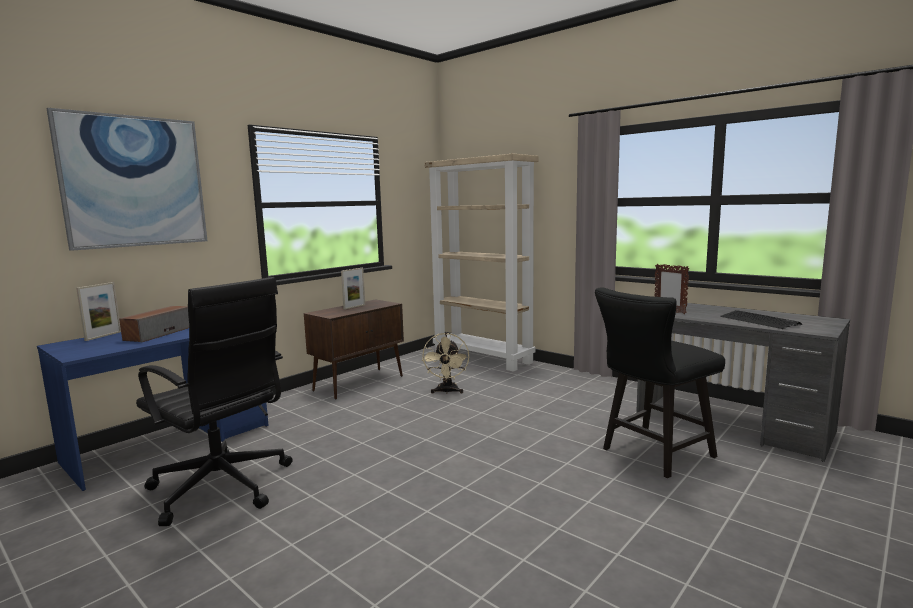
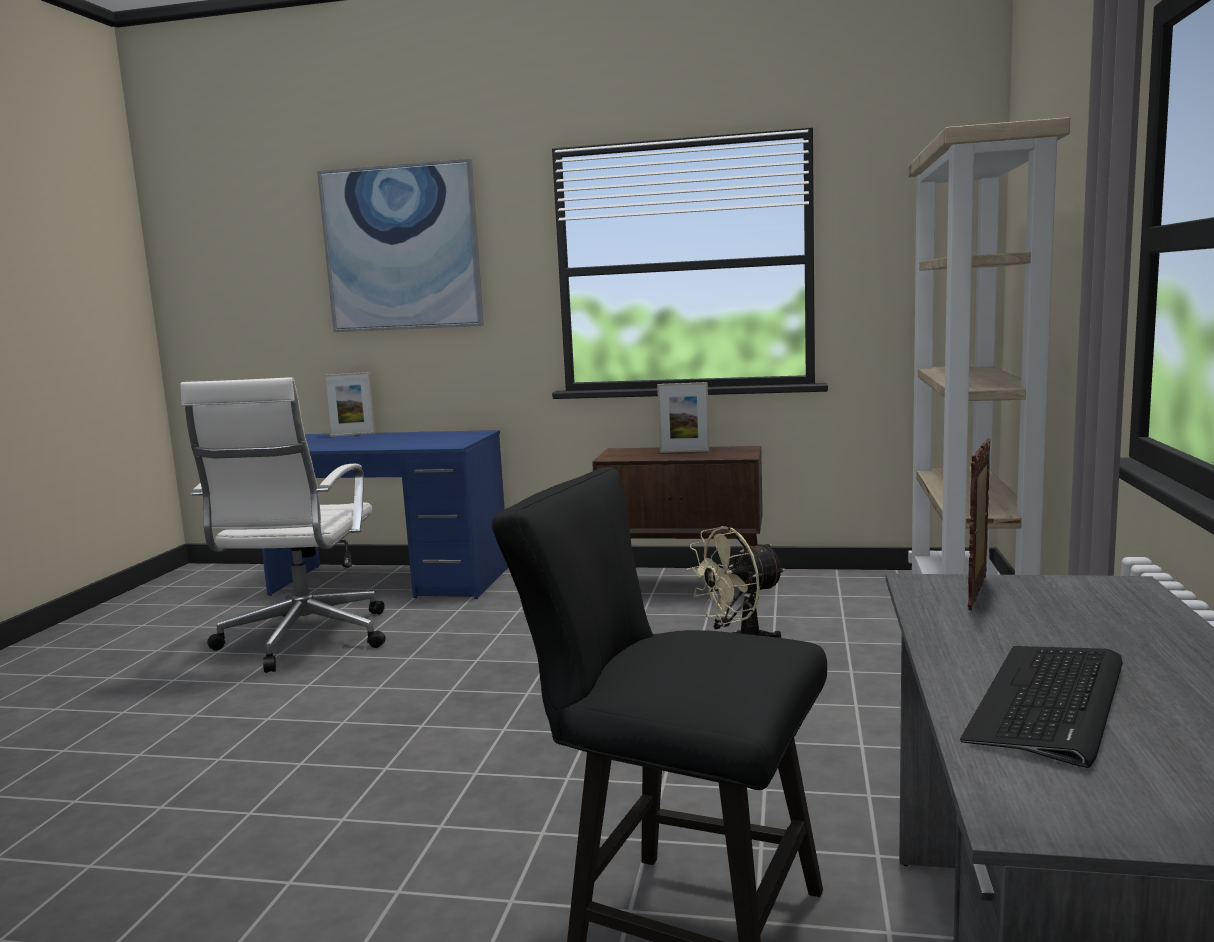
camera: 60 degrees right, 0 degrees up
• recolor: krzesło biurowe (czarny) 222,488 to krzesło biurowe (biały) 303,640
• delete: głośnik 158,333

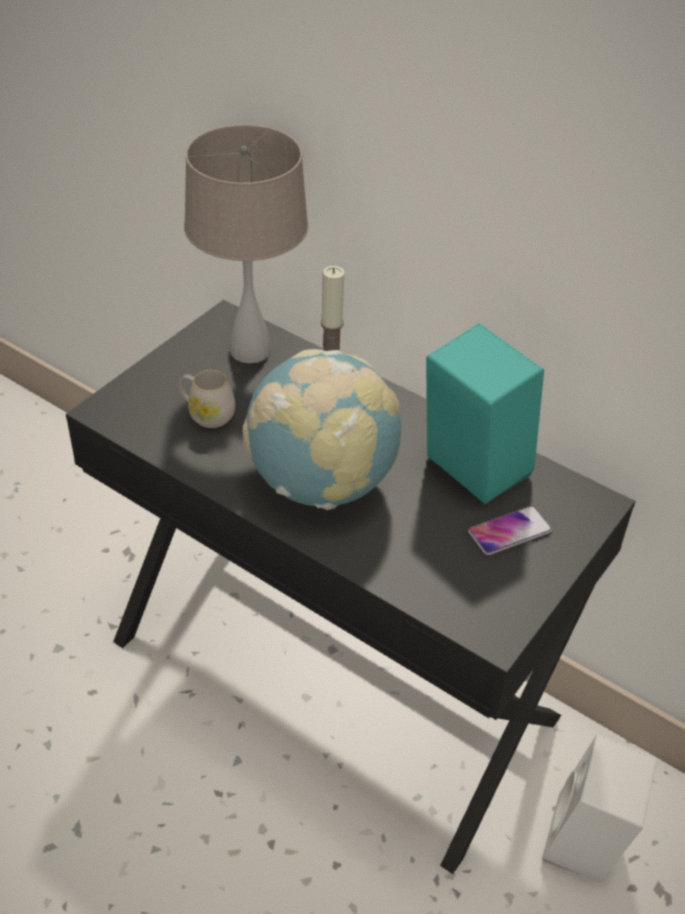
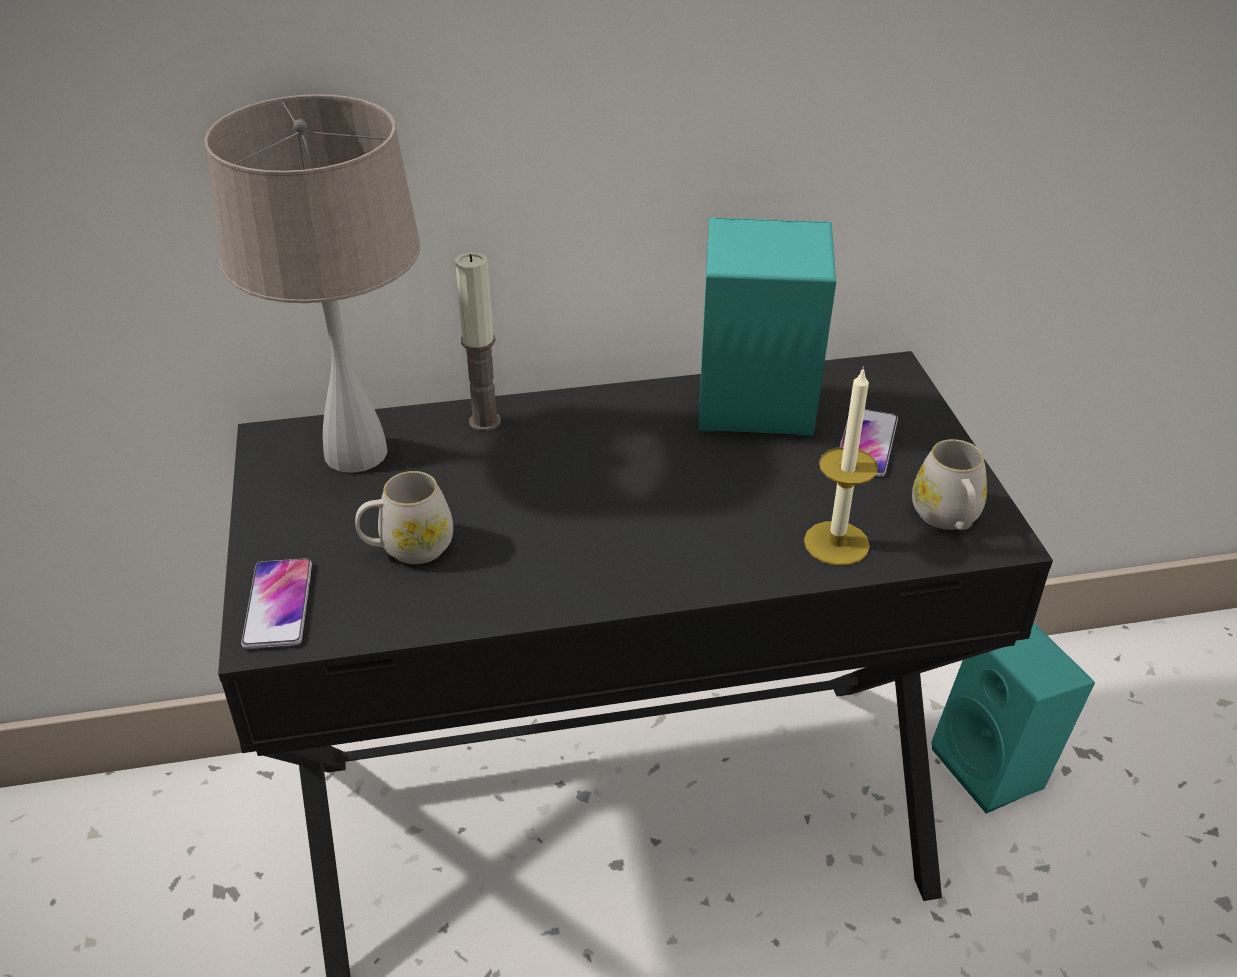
camera: 45 degrees left, 5 degrees down
• delete: globus 321,484
• recolor: głośnik (biały) 587,845 to głośnik (turkusowy) 997,767
• insert: świeca 836,543
• insert: kubek (biały) 948,518
• insert: telefon 278,604

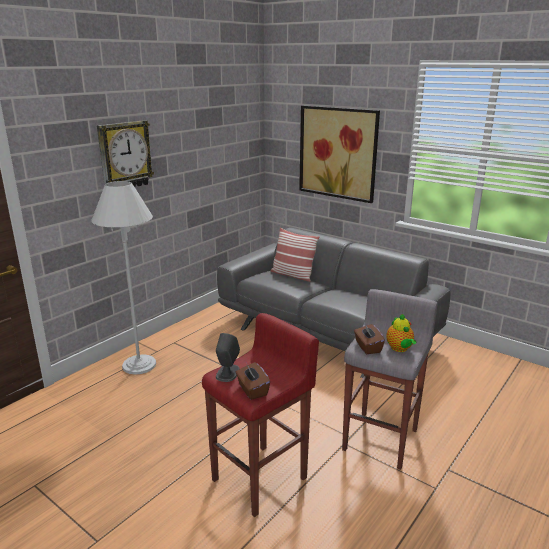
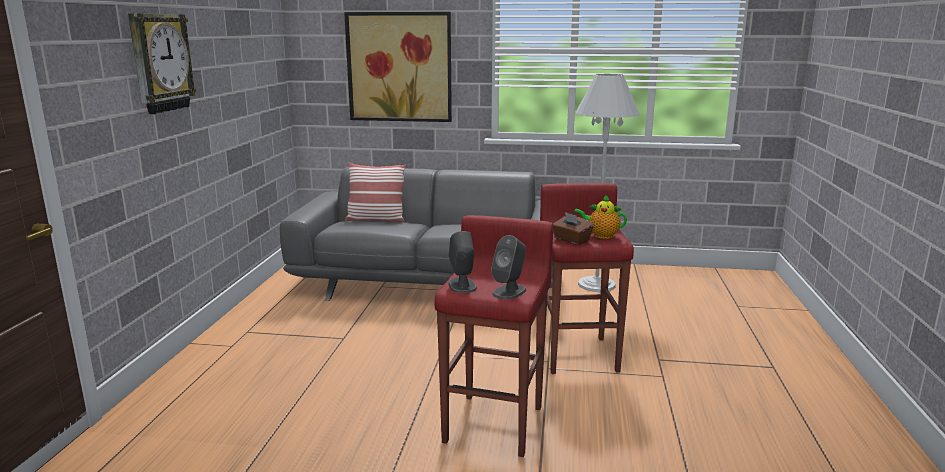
camera: 30 degrees left, 5 degrees down
• move: lampa stojąca (biały) 139,365 to 596,285
• recolor: stołek (szary) 382,439 to stołek (czerwony) 579,354
• rotate: imbryk 400,349 = 601,235 150 degrees clockwise
• replace: pudełko chusteczek (brązowy) 252,390 to głośnik (szary) 509,292

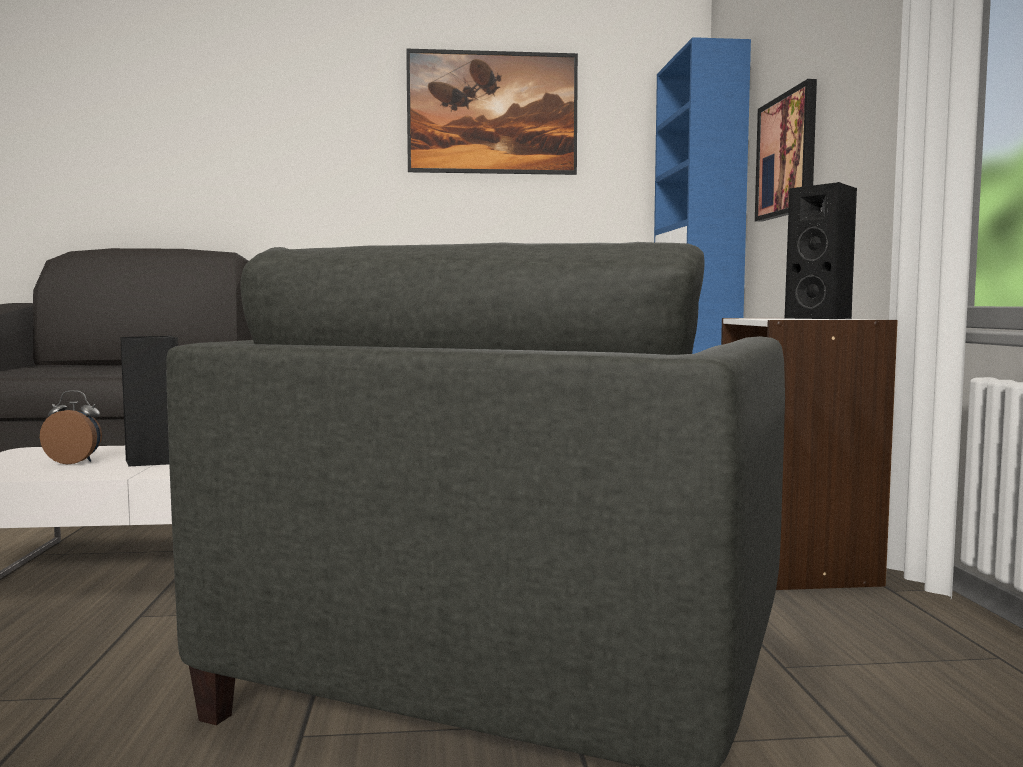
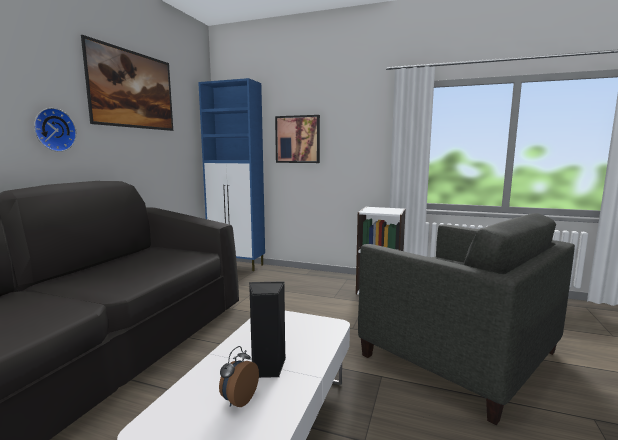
camera: 65 degrees left, 5 degrees up
• delete: głośnik (czarny) 822,318
• insert: zegar ścienny 53,130

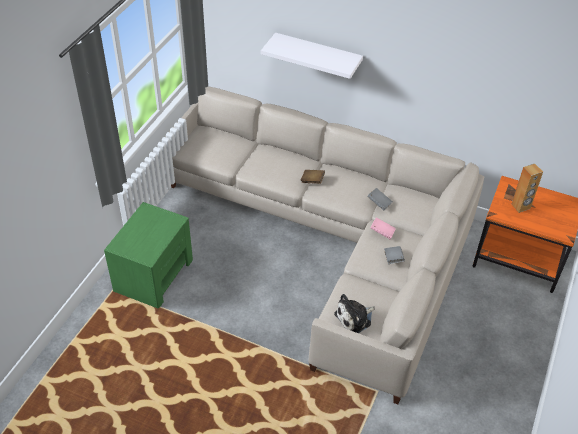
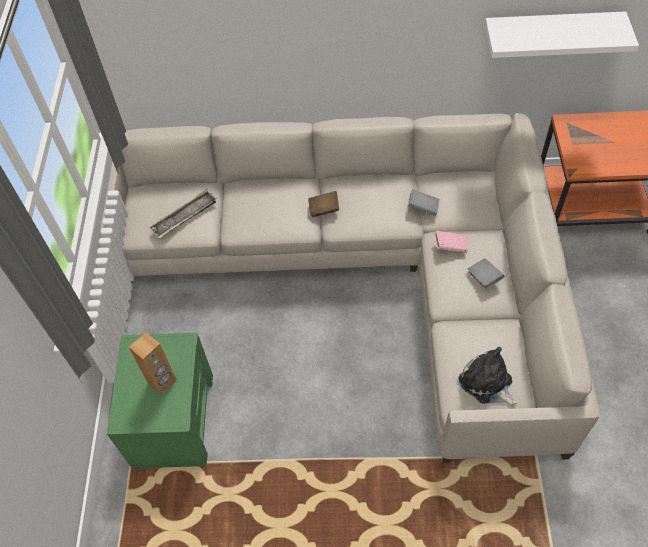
camera: 20 degrees left, 10 degrees up
• move: półka (biały) 317,56 to 551,32
• move: głośnik (brązowy) 521,206 to 162,382
• rotate: pluszak 355,318 = 487,383 105 degrees clockwise
• insert: taca 185,216

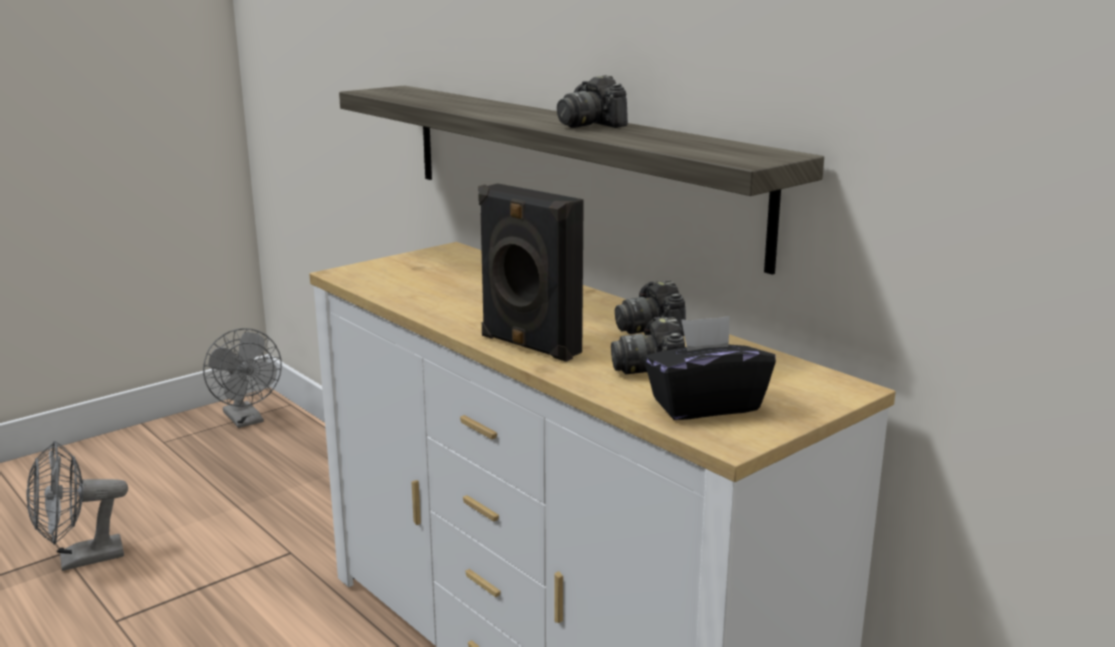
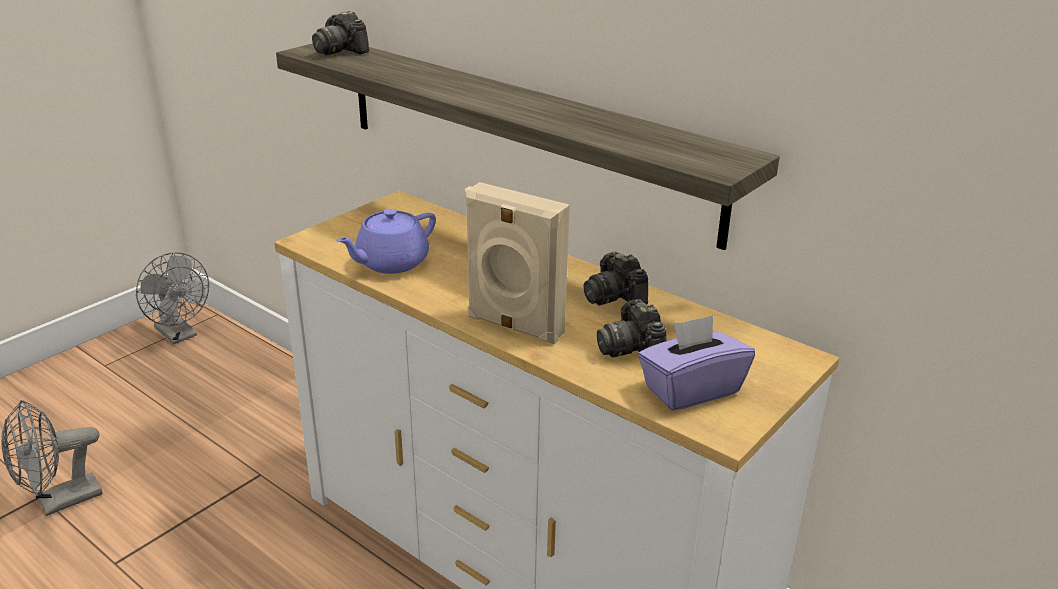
camera: 10 degrees left, 10 degrees up
• move: aparat fotograficzny 591,124 to 341,50
• recolor: głośnik (czarny) 528,345 to głośnik (beżowy) 513,326
• recolor: pudełko chusteczek (czarny) 705,405 to pudełko chusteczek (fioletowy) 691,389
• insert: imbryk (fioletowy) 391,263

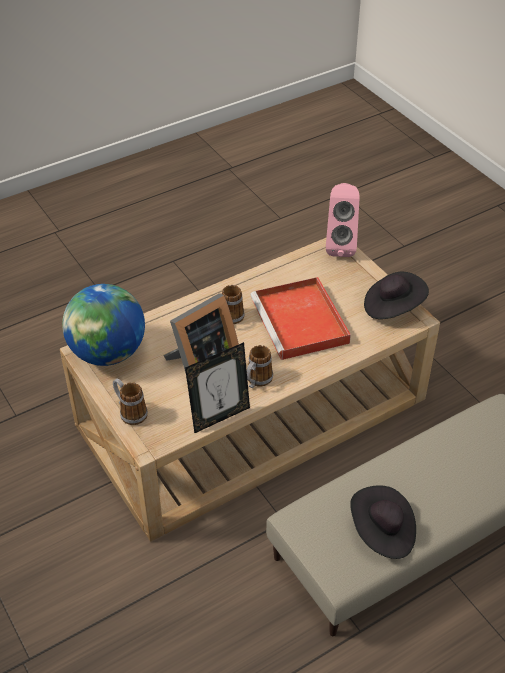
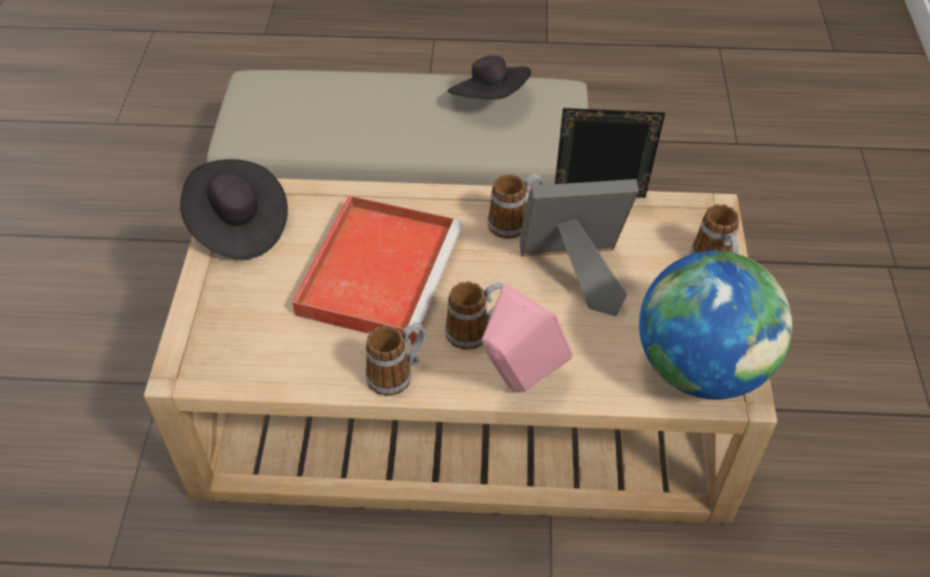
camera: 145 degrees left, 5 degrees up
• move: głośnik (różowy) 340,245 to 519,385
• insert: kubek 397,373

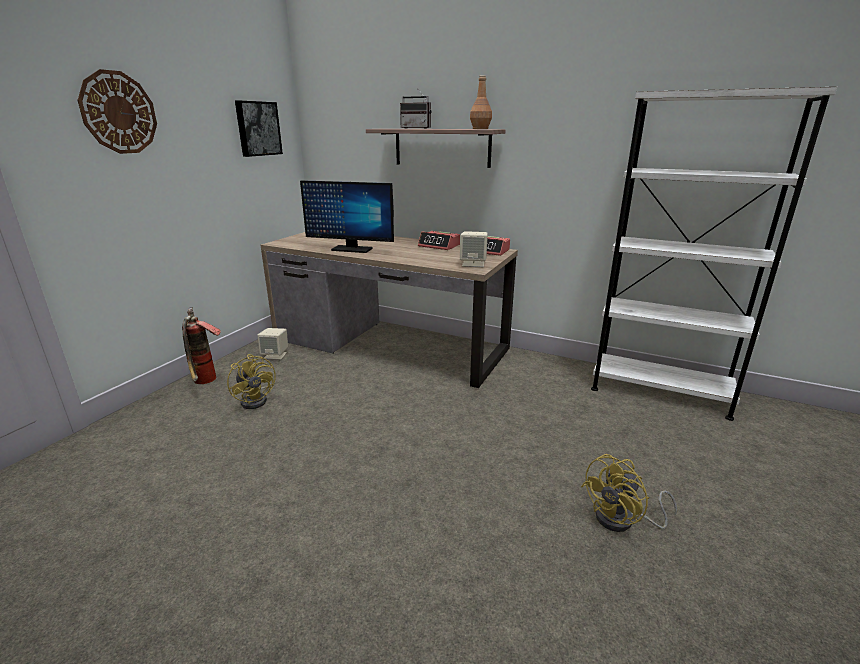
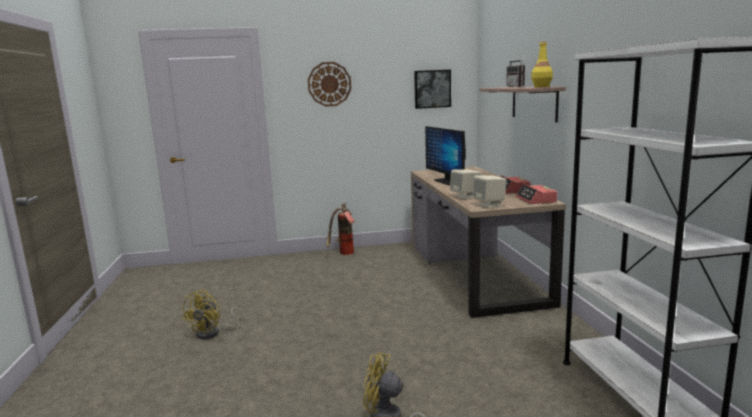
camera: 55 degrees right, 10 degrees down
• recolor: butelka (brązowy) 480,128 to butelka (żółty) 541,87
• move: głośnik (beżowy) 275,355 to 465,196
• move: wentylator (żółty) 257,399 to 213,333

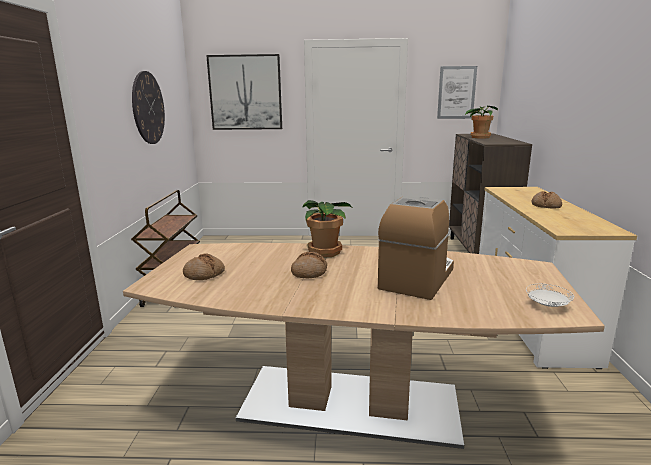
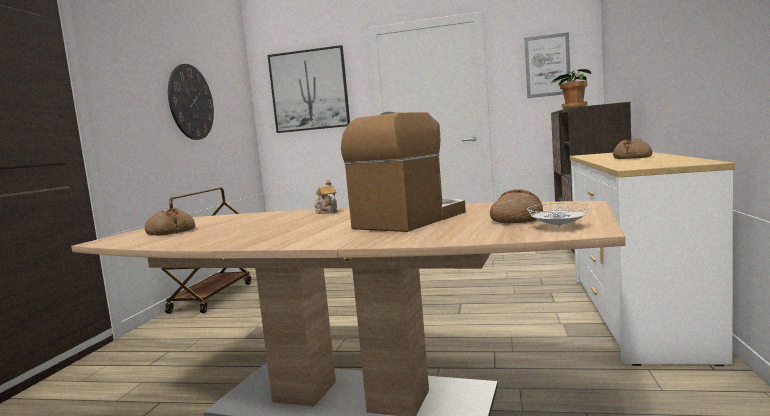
camera: 10 degrees right, 10 degrees down
• replace: roślina doniczkowa 325,251 to imbryk 326,212
• move: chleb 309,272 to 516,219

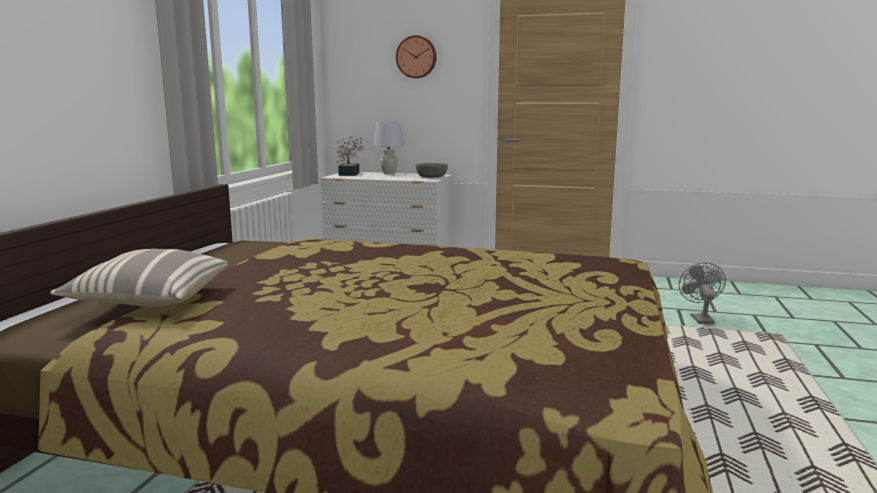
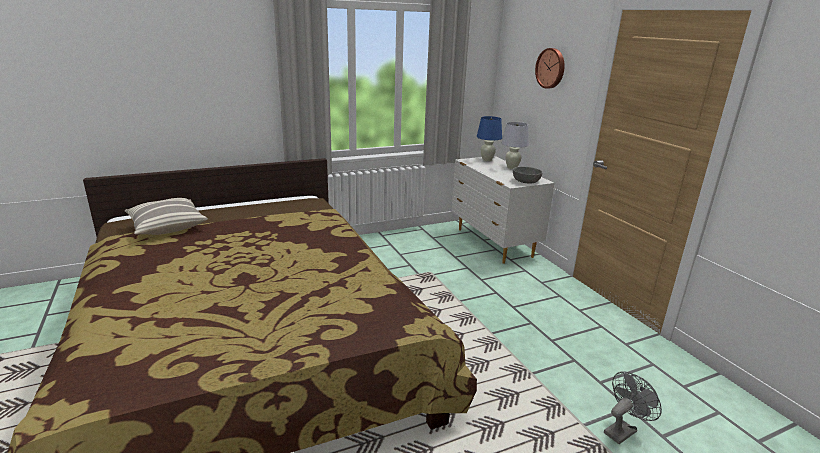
camera: 50 degrees right, 10 degrees up
• replace: roślina doniczkowa 350,173 to lampa stołowa (niebieski) 487,160

